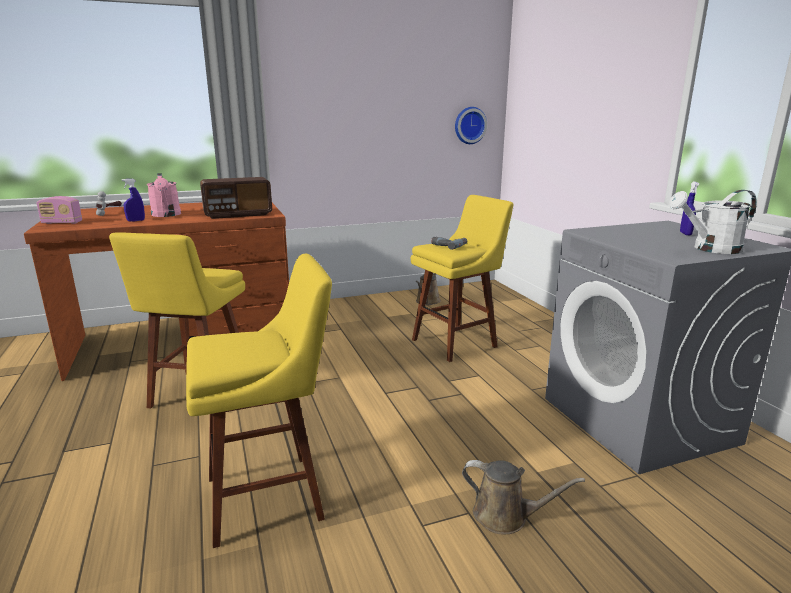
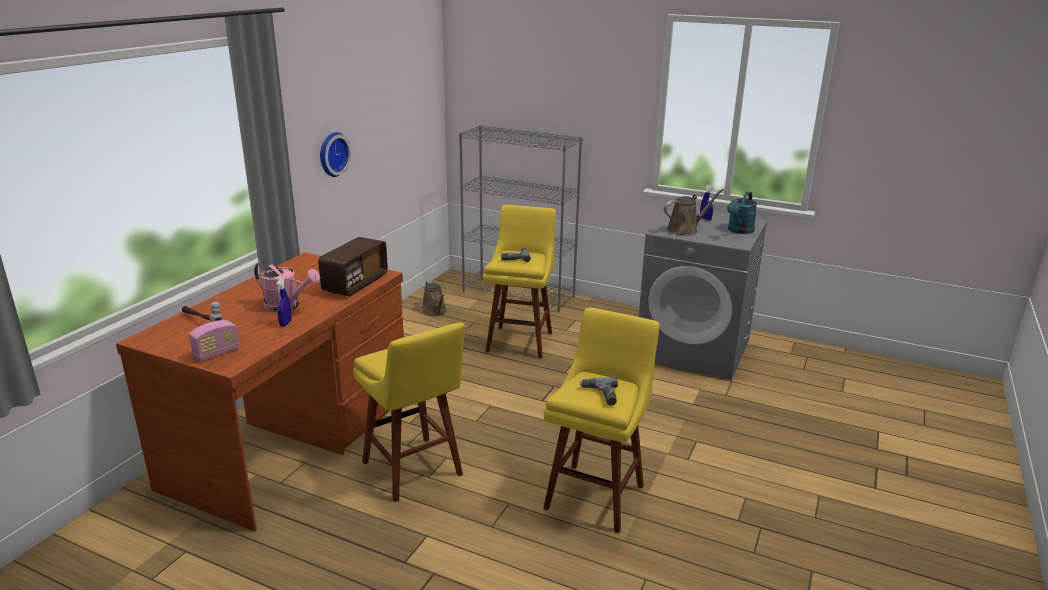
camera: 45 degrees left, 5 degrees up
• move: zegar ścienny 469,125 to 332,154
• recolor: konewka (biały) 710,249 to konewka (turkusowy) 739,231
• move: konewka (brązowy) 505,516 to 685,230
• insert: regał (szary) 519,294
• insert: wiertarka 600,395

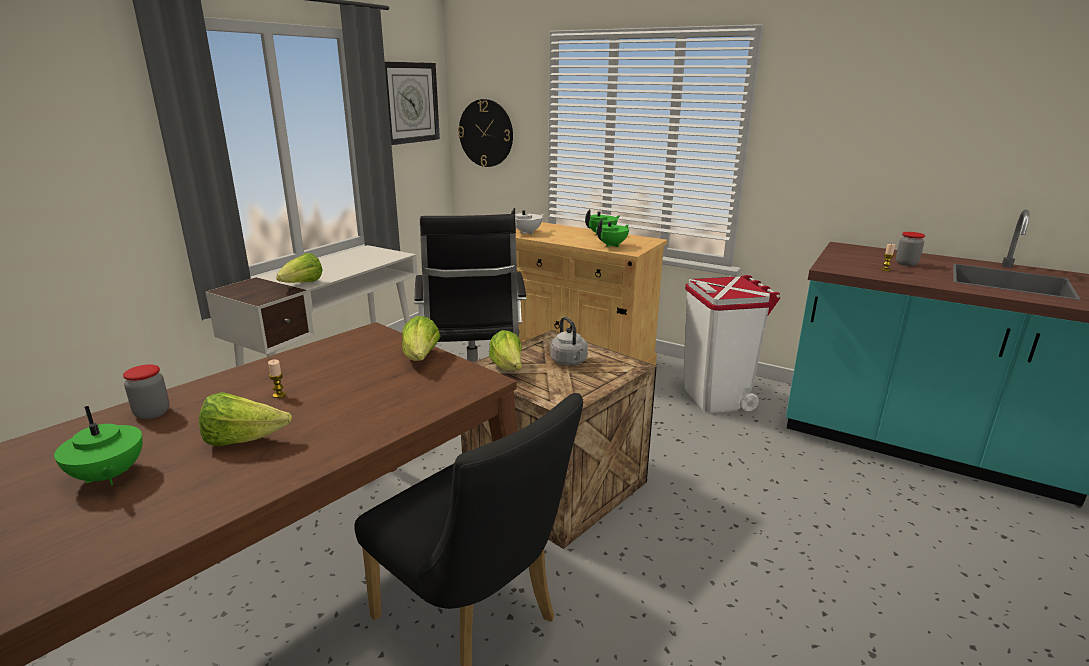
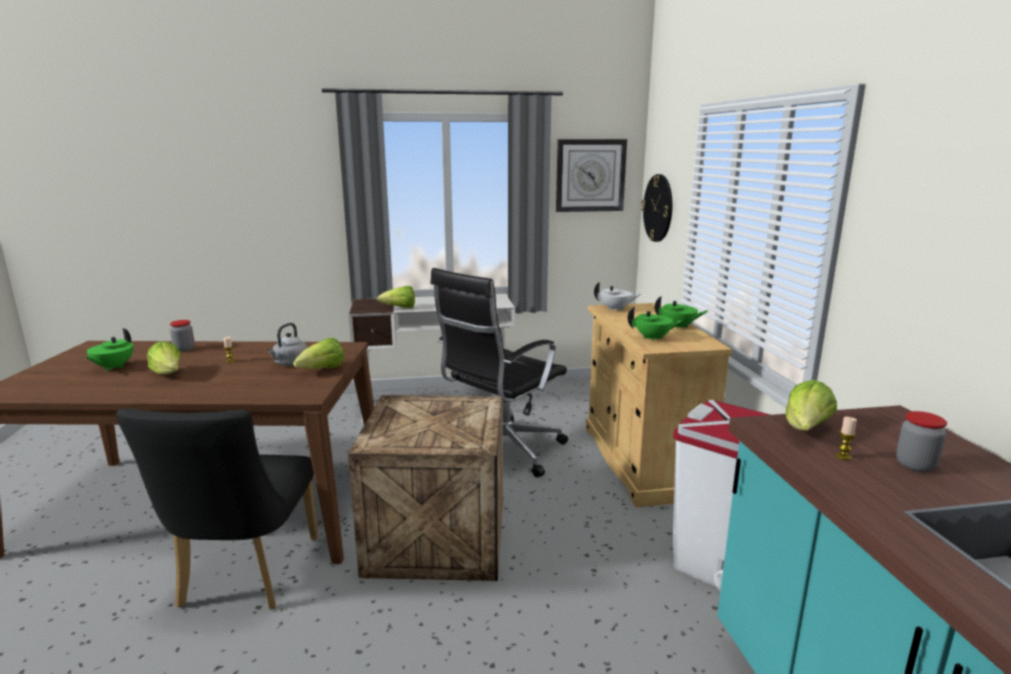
camera: 50 degrees right, 5 degrees down
• move: czajnik (szary) 569,362 to 290,364
• move: sałata 508,368 to 805,430

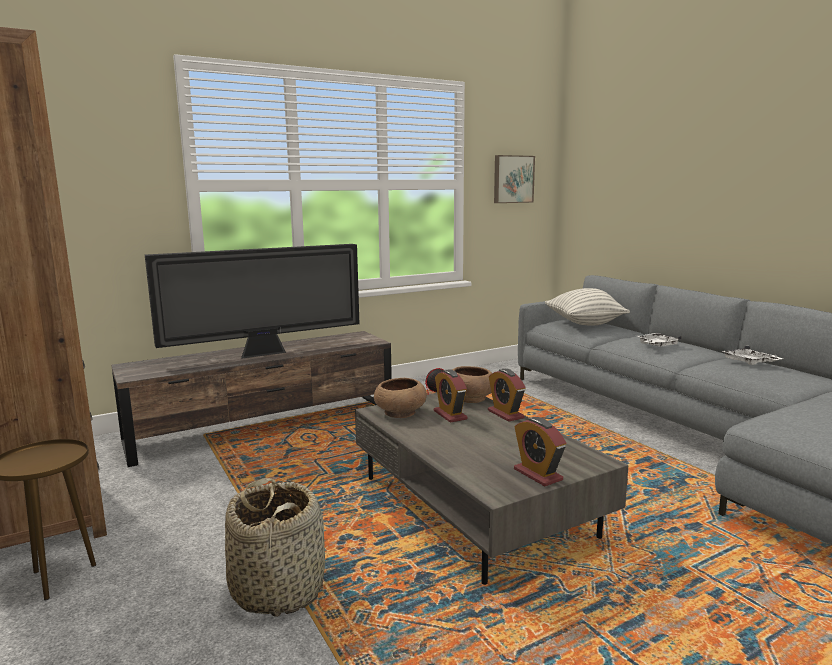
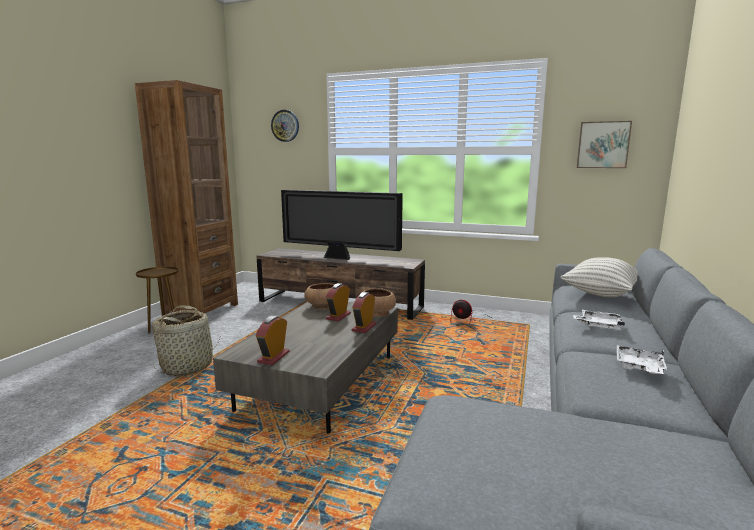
camera: 50 degrees right, 0 degrees up
• insert: zegar ścienny 285,126

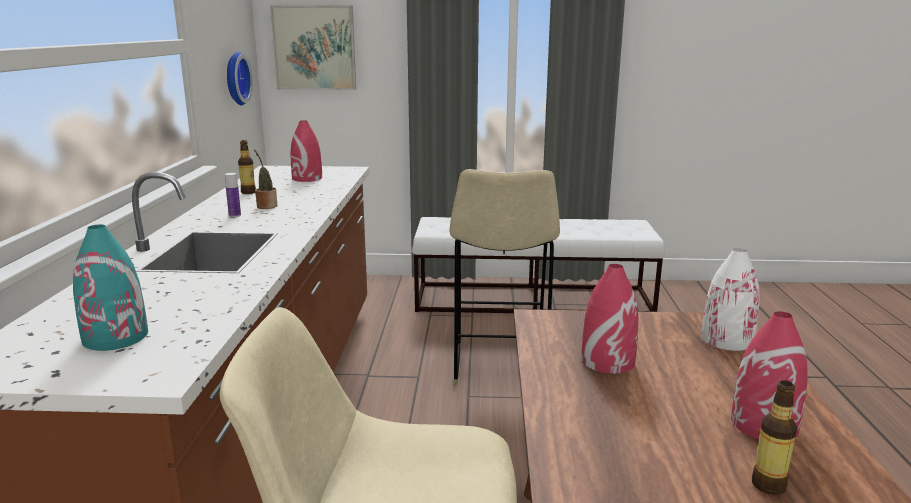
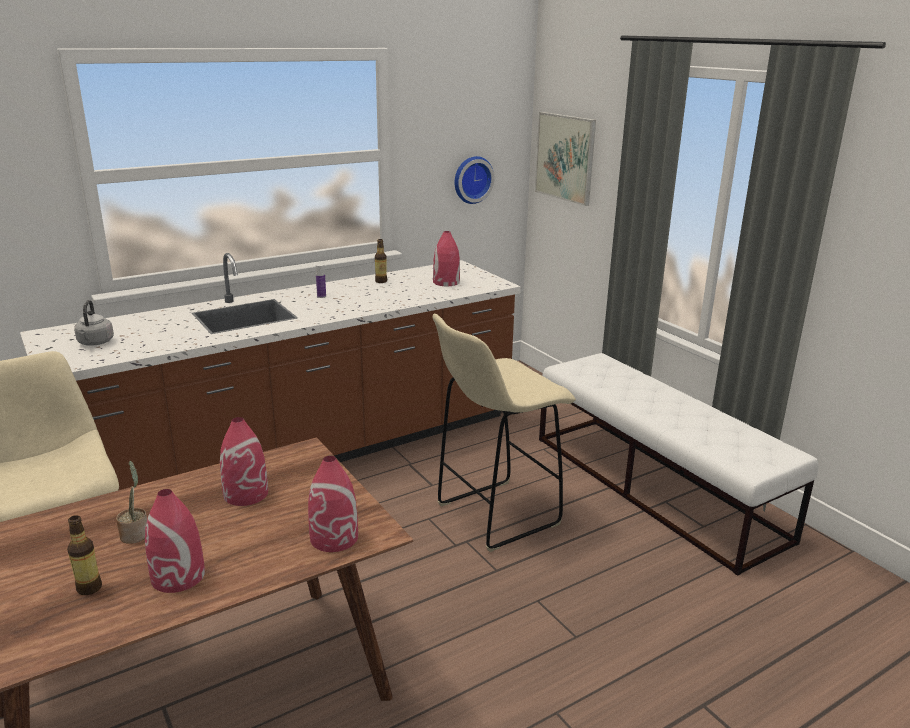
camera: 55 degrees right, 5 degrees up
• move: roślina doniczkowa 266,206 to 135,534
• replace: wazon (turkusowy) 116,337 to czajnik (szary) 95,343
• recolor: wazon (biały) 727,339 to wazon (czerwony) 334,538

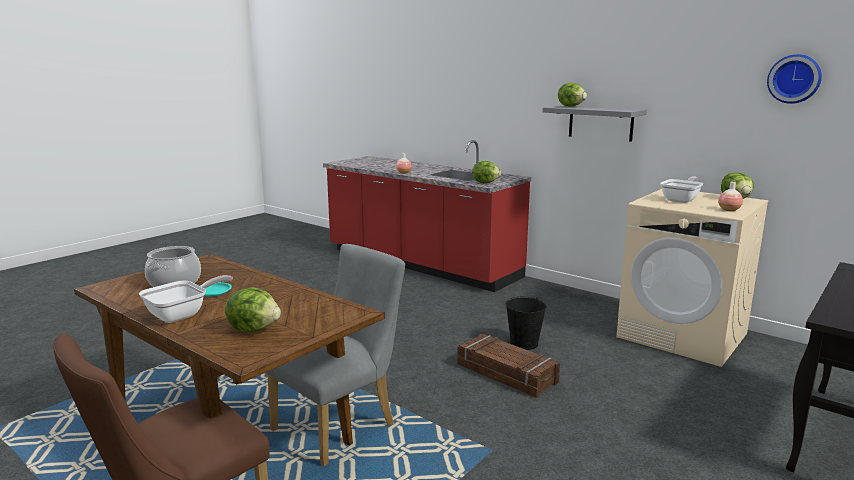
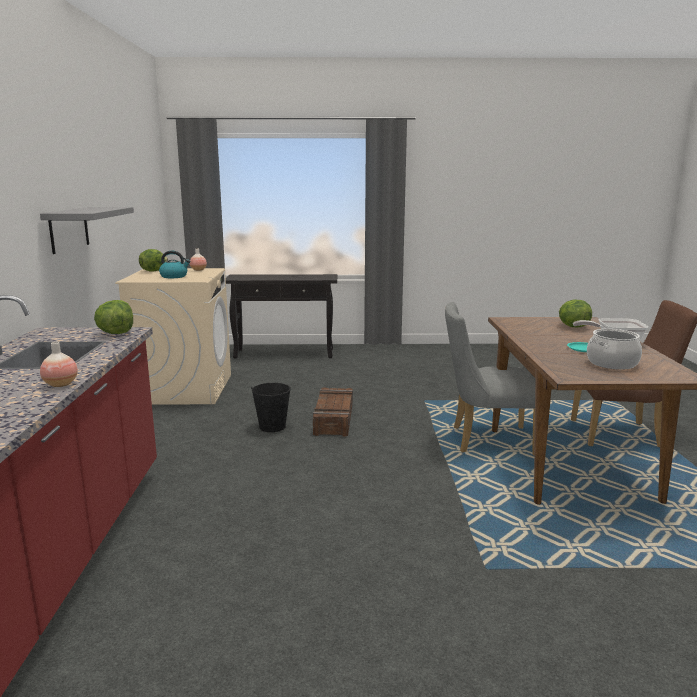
camera: 130 degrees left, 0 degrees up
• delete: zegar ścienny 794,79
• delete: sałata 571,106
• replace: patelnia 681,200 to czajnik 174,276

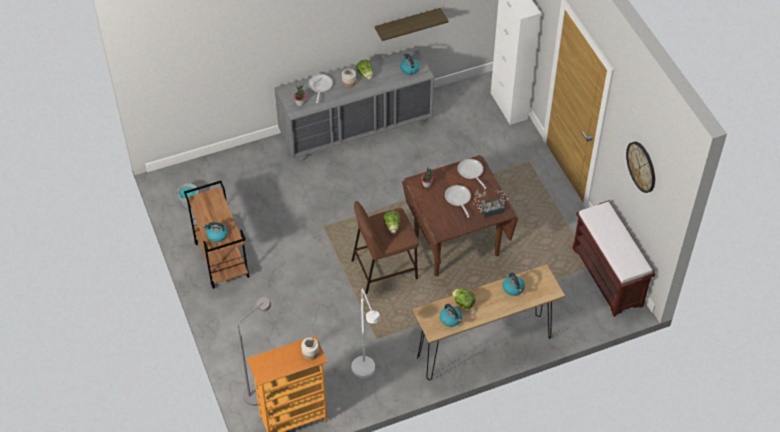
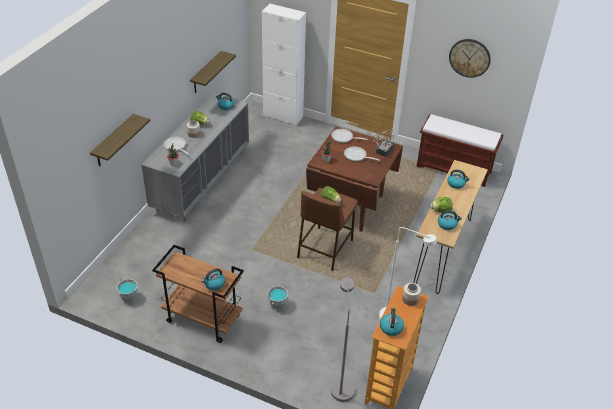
camera: 45 degrees left, 10 degrees down
• insert: półka 113,141
• insert: wiadro (szary) 277,305
• insert: czajnik 391,327

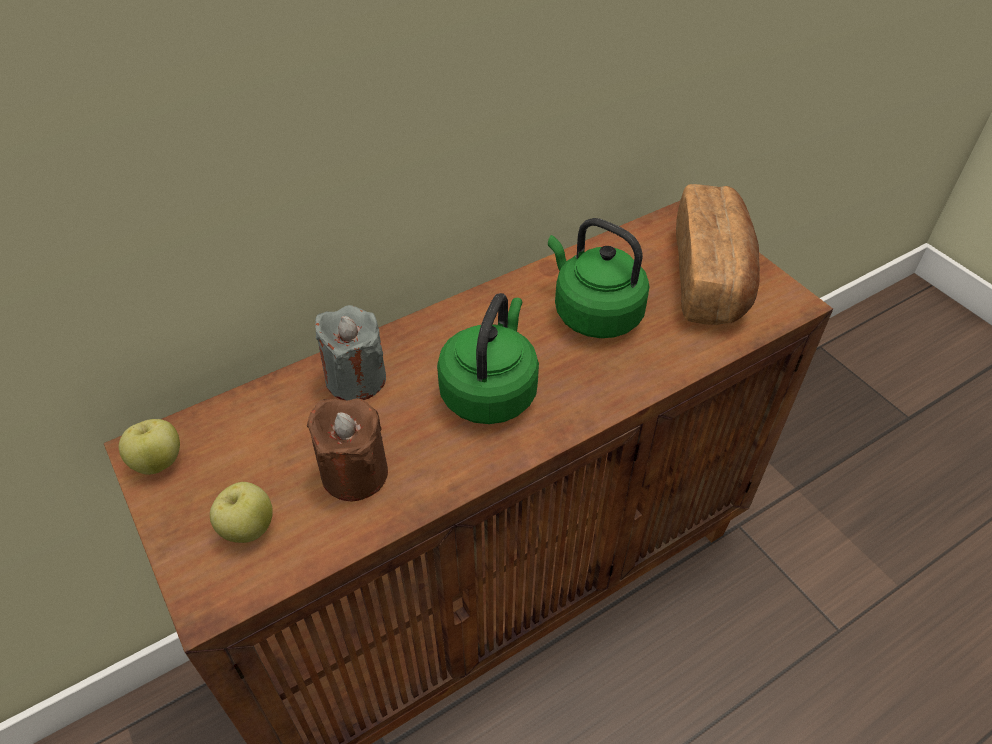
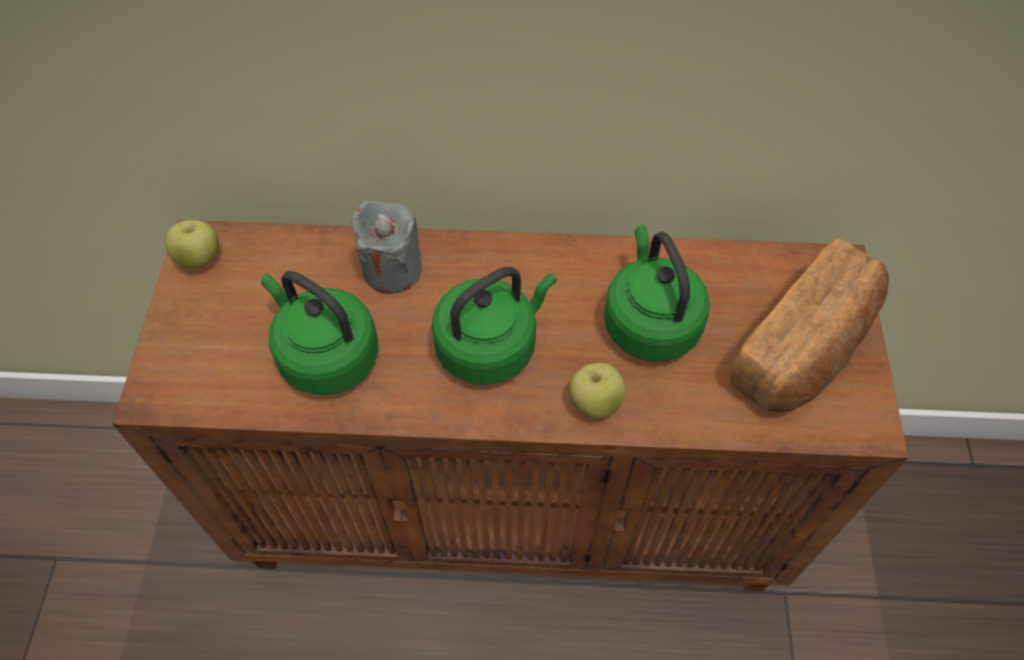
camera: 35 degrees right, 10 degrees up
• replace: świeca (brązowy) 354,473 to czajnik (zielony) 325,355
• move: jabłko 248,528 to 594,403

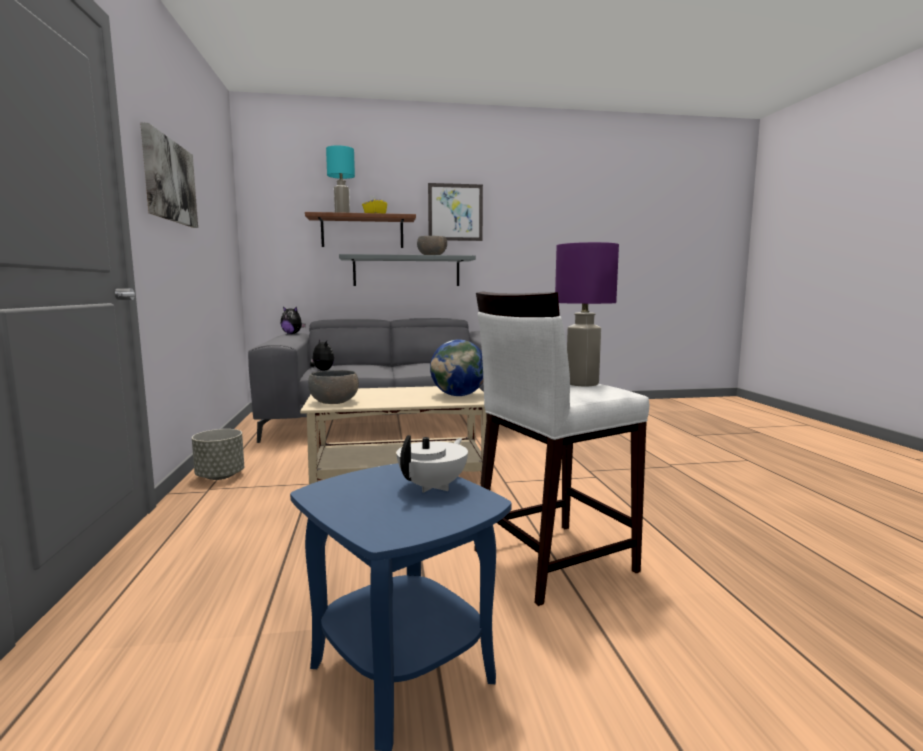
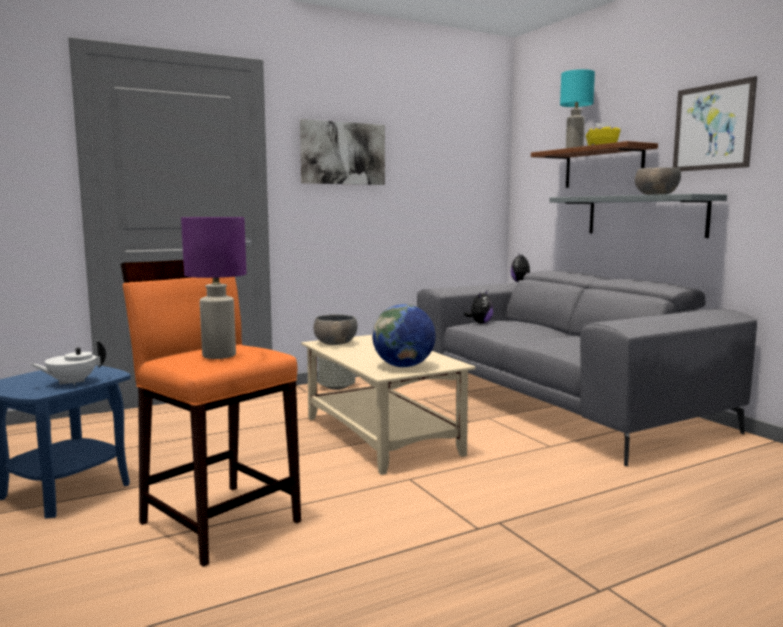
camera: 70 degrees right, 0 degrees up
• recolor: stołek (biały) 551,560 to stołek (pomarańczowy) 221,521
• rotate: imbryk (biały) 434,487 = 71,382 135 degrees clockwise

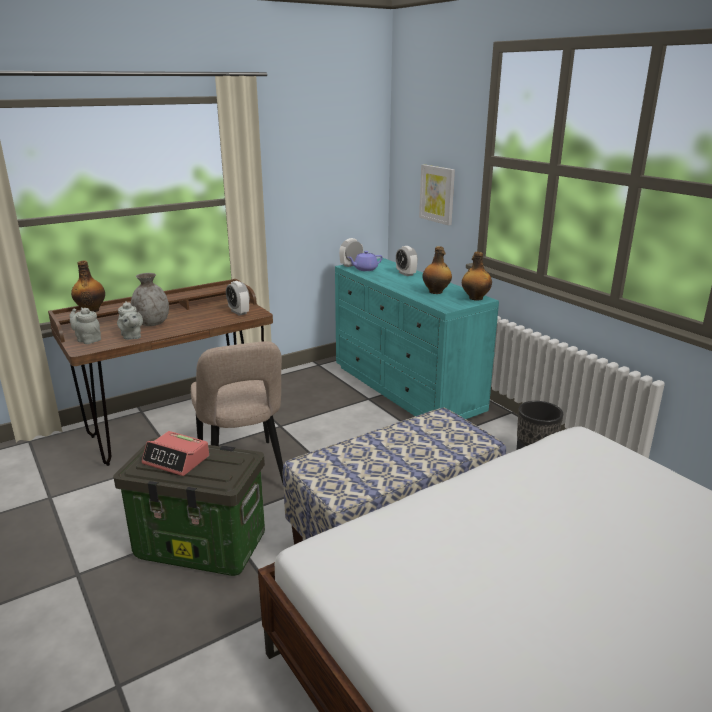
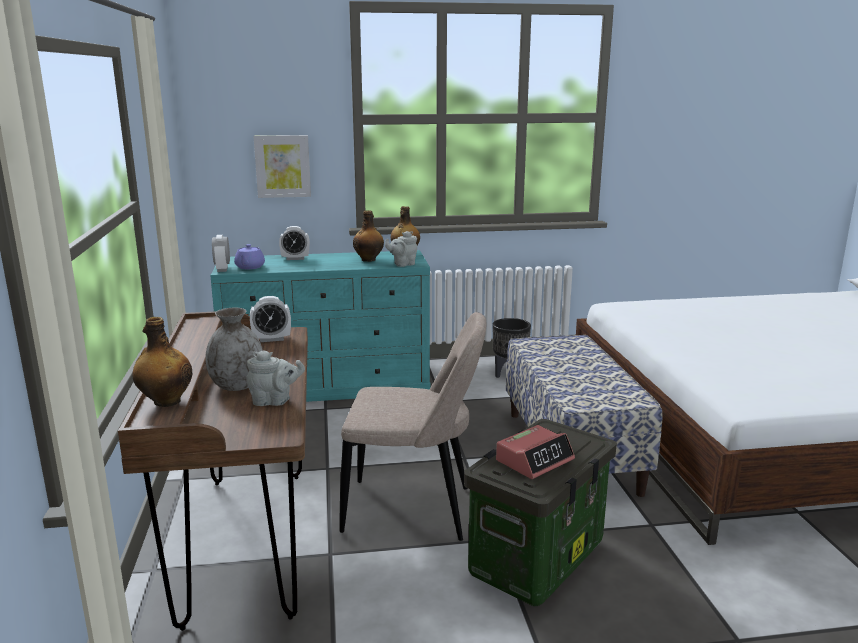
camera: 65 degrees left, 5 degrees down
• move: imbryk (szary) 87,340 to 402,264

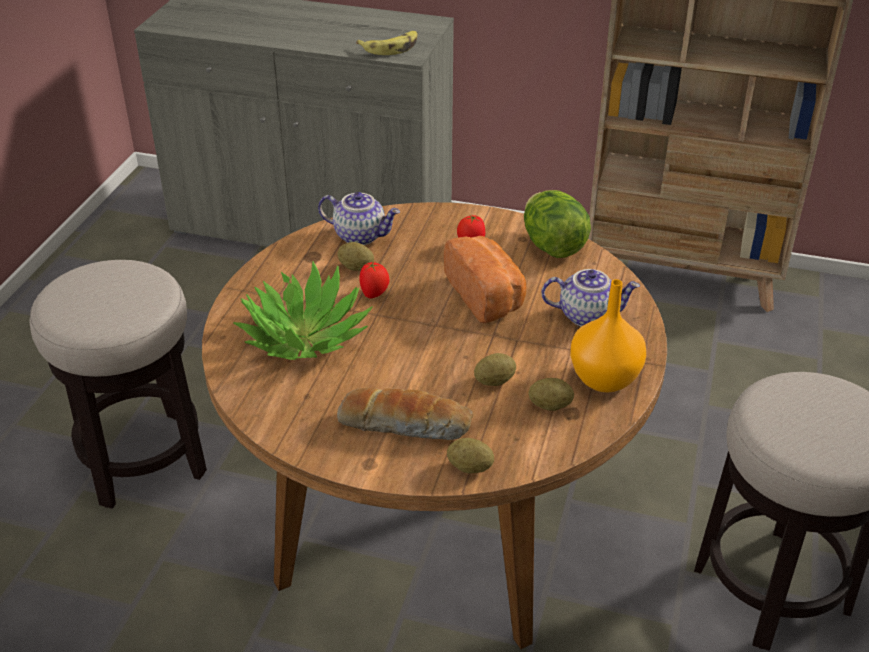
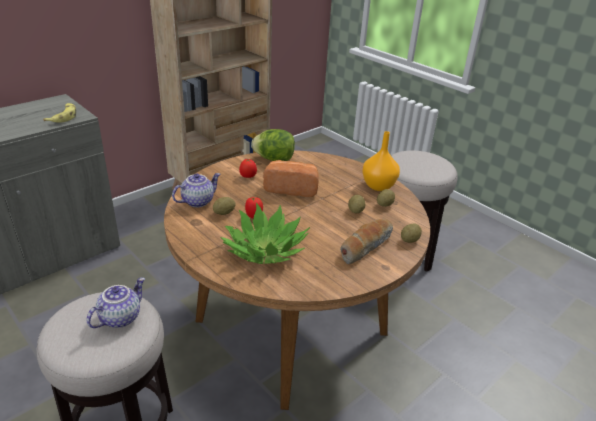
camera: 60 degrees left, 5 degrees down
• move: imbryk 587,315 to 120,317

